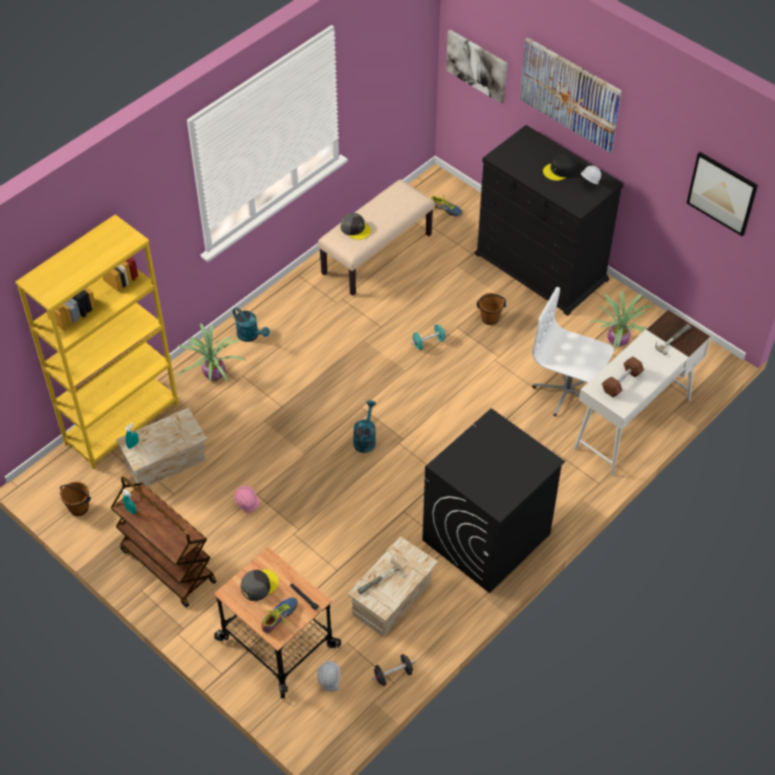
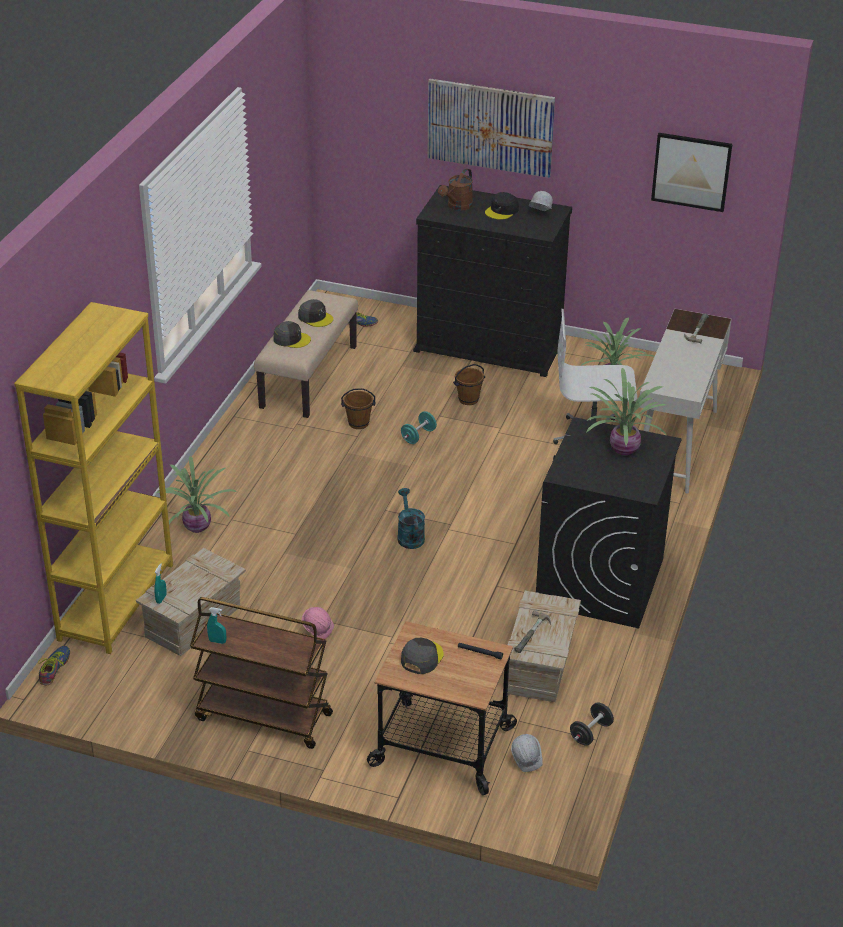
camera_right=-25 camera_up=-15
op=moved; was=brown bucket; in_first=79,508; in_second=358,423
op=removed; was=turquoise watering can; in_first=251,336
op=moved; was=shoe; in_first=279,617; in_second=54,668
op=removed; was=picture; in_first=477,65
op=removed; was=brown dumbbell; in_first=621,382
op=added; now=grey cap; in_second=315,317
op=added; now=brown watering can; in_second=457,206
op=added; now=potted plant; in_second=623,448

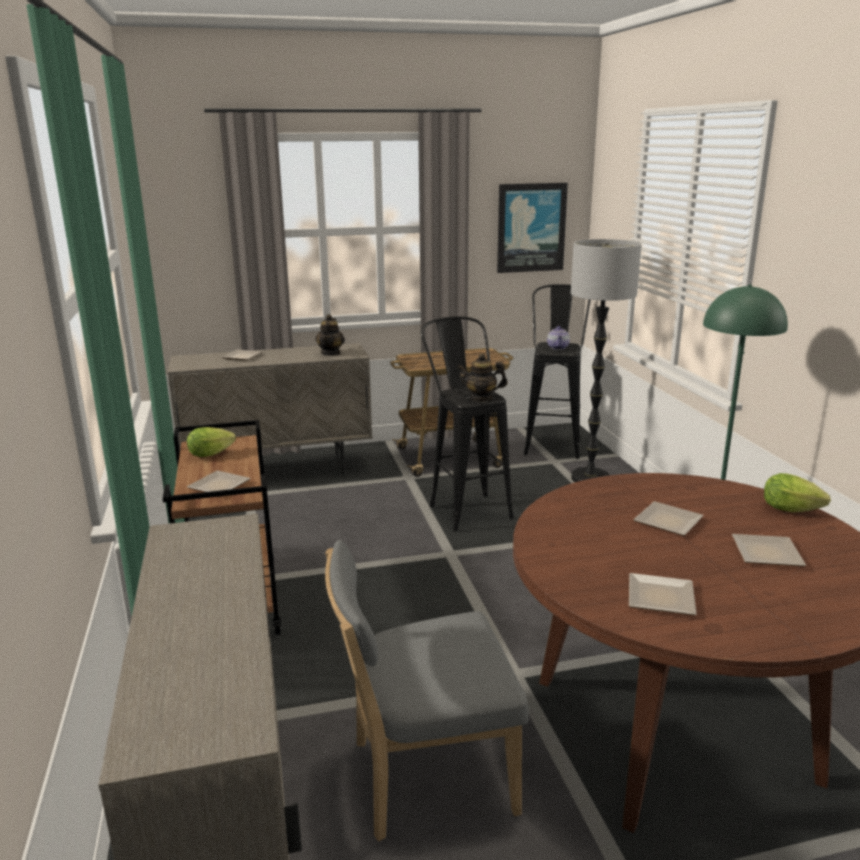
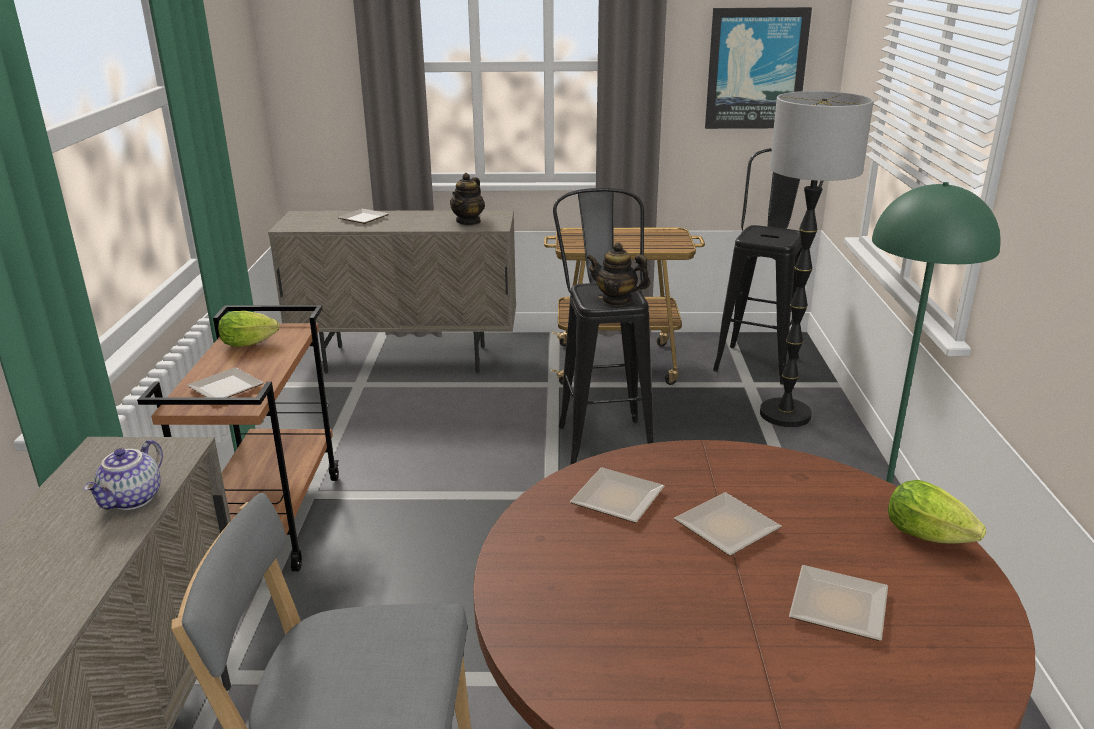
camera_right=15 camera_up=5
op=moved; was=teapot; in_first=558,348; in_second=133,499
op=moved; was=plate; in_first=663,597; in_second=621,498

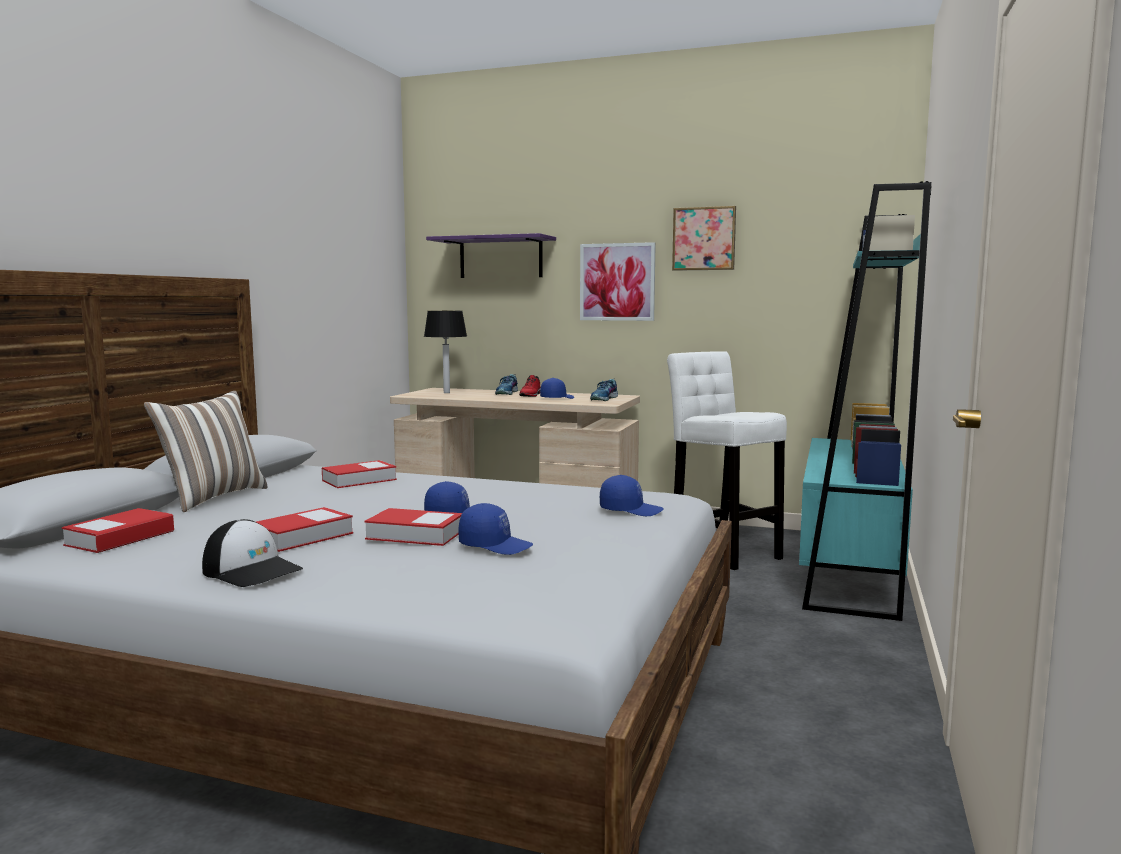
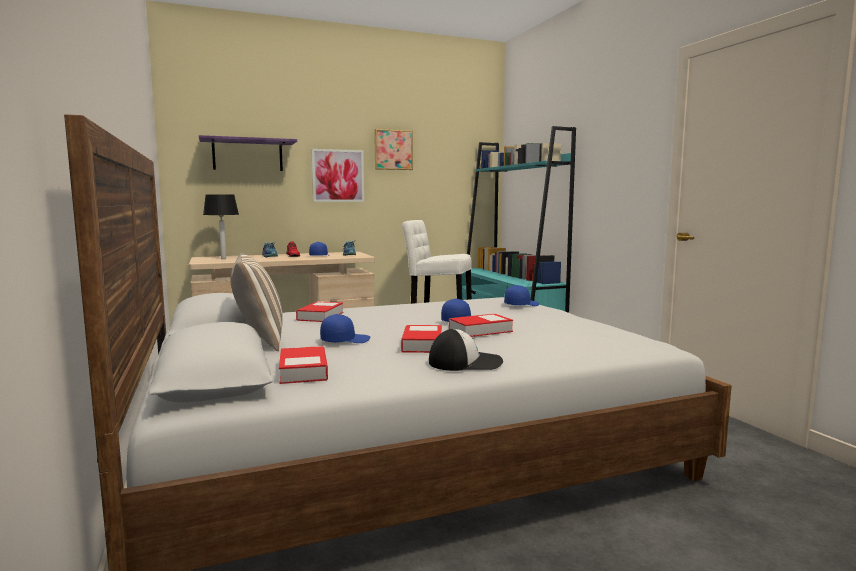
camera_right=-40 camera_up=0
op=moved; was=blue cap; in_first=495,545; in_second=345,340

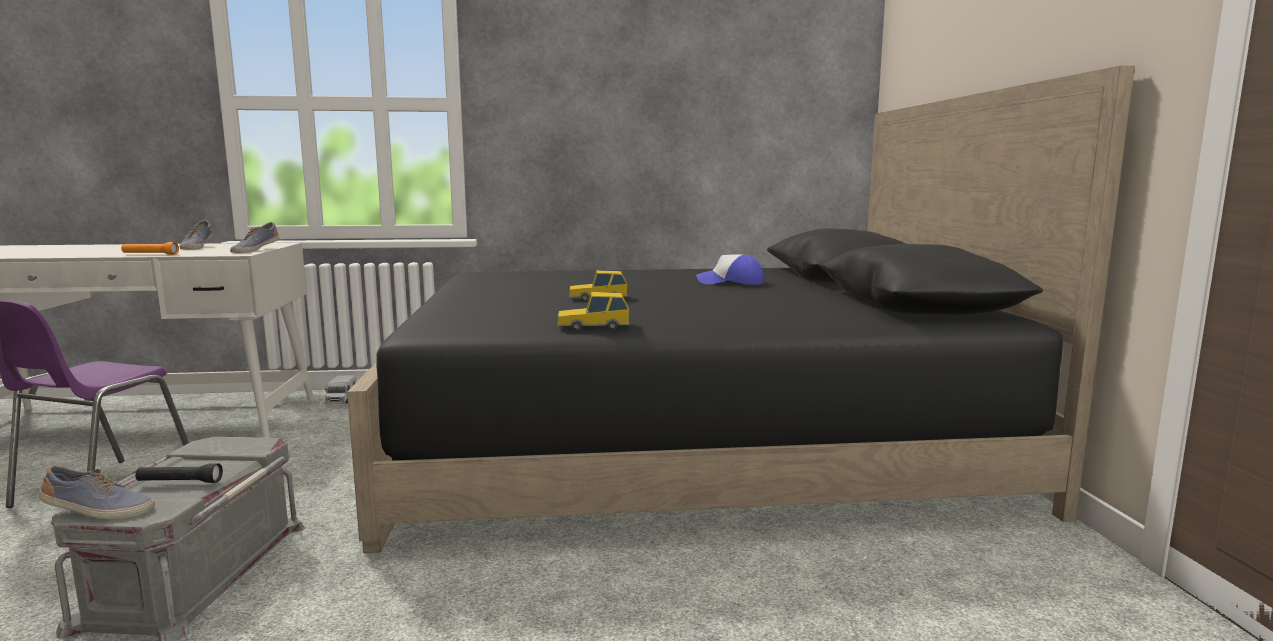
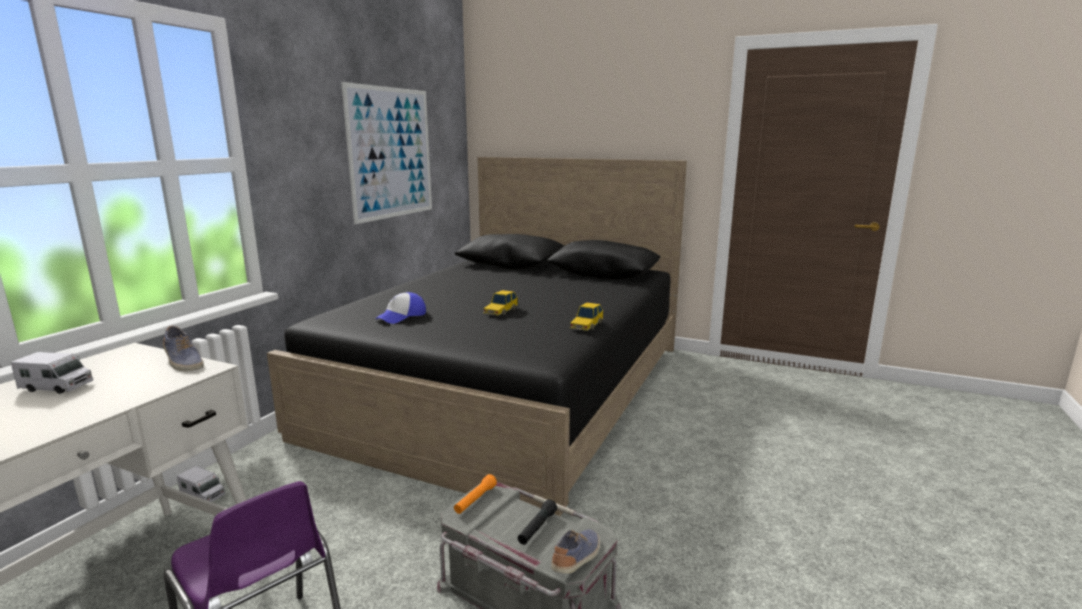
camera_right=-60 camera_up=5
op=moved; was=orange flashlight; in_first=150,254; in_second=475,500
op=replaced; was=shoe; now=toy truck; in_first=197,247; in_second=57,387
op=moved; was=cap; in_first=730,282; in_second=402,316
op=added; now=picture; in_second=391,153

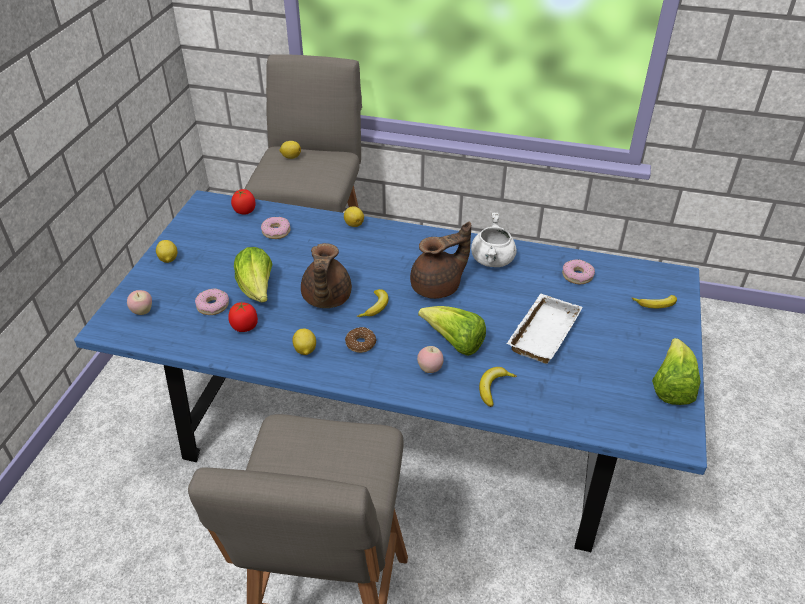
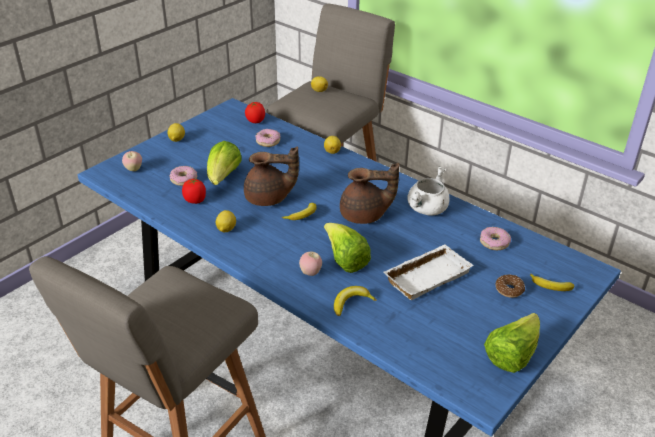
camera_right=25 camera_up=-5
op=turned; was=brown teapot; in_first=325,299; in_second=269,198; clockwise=-120
op=moved; was=donut; in_first=360,343; in_second=509,289

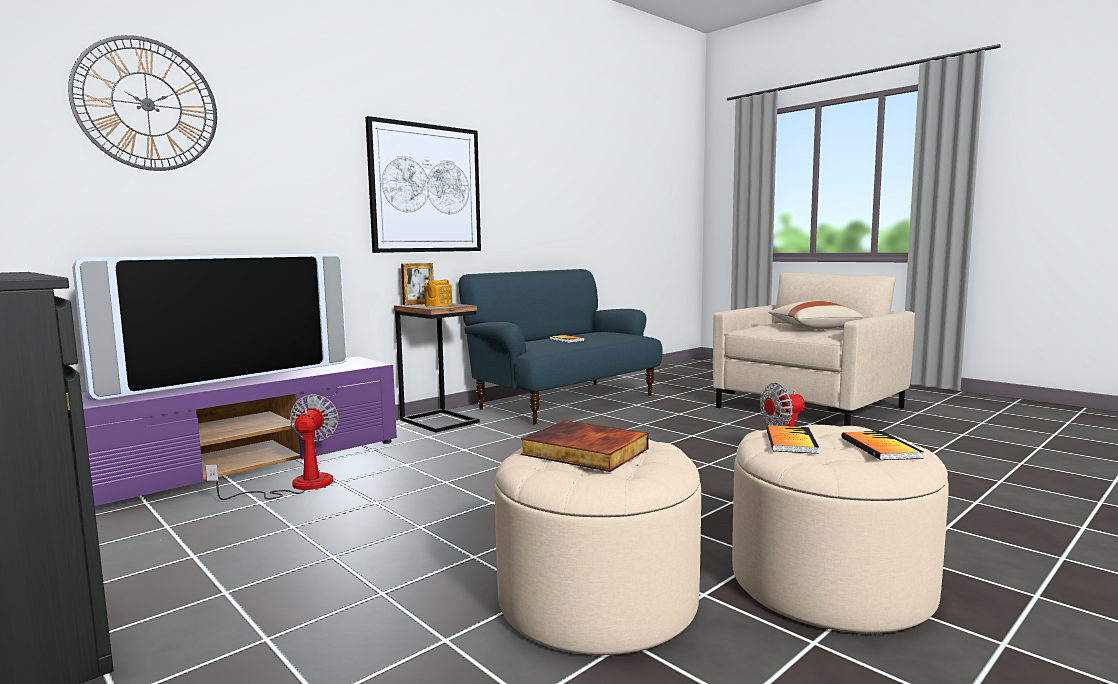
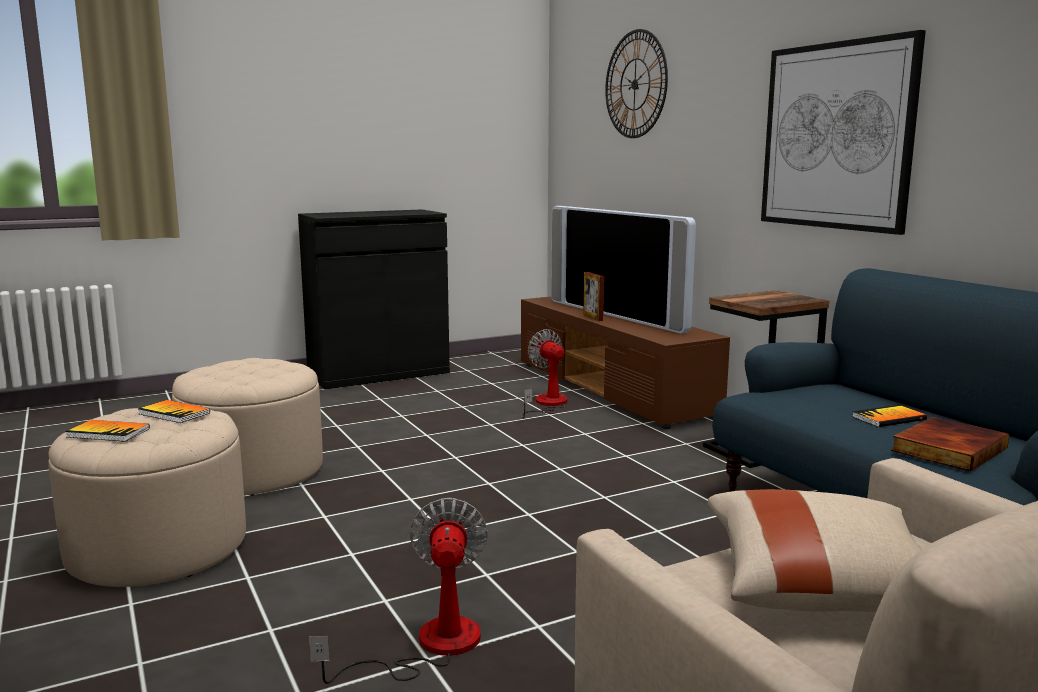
camera_right=105 camera_up=5
op=recoloured; was=purple tv stand; now=brown tv stand; in_first=242,465; in_second=613,389
op=turned; was=fan; in_first=297,486; in_second=547,404; clockwise=-135
op=moved; was=picture frame; in_first=418,304; in_second=593,317
op=removed; was=teapot; in_first=437,305
op=moved; was=book; in_first=583,452; in_second=947,449

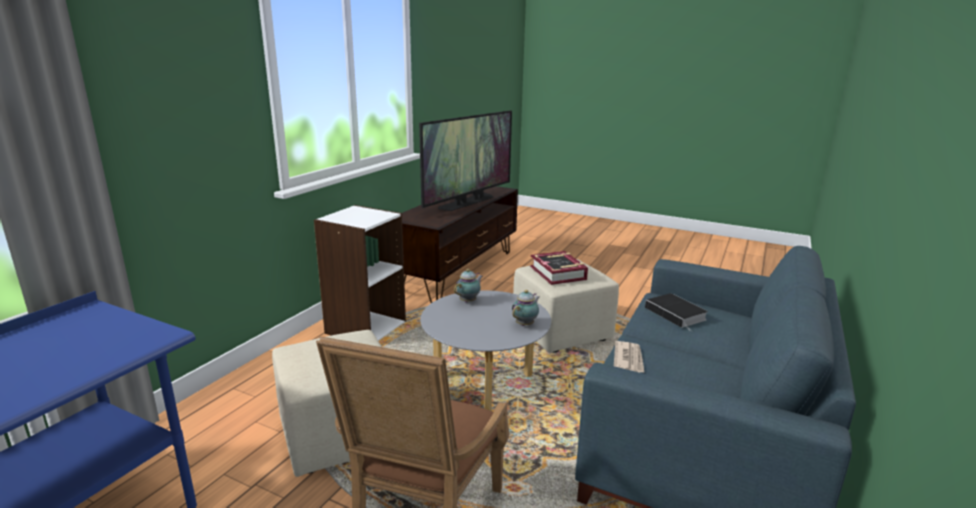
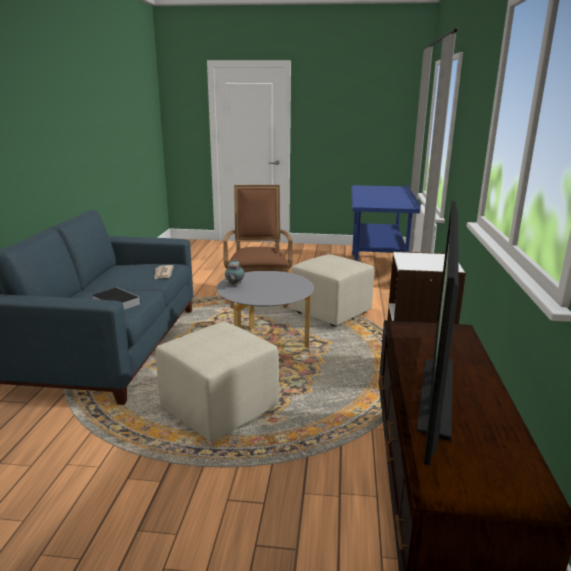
camera_right=160 camera_up=0
op=removed; was=teapot; in_first=469,301
op=removed; was=book; in_first=558,273

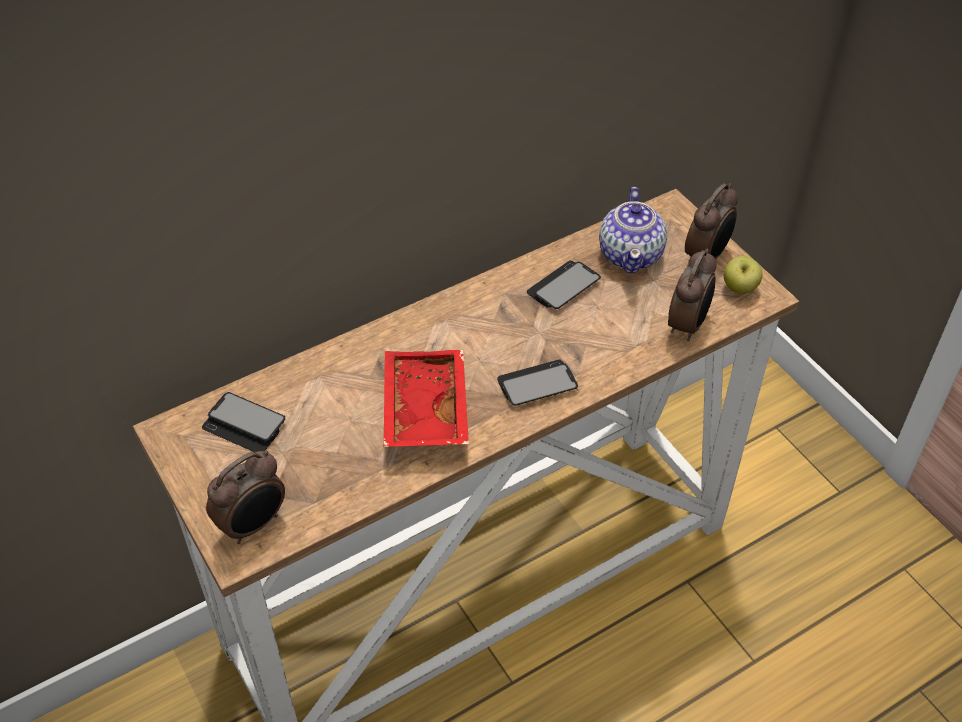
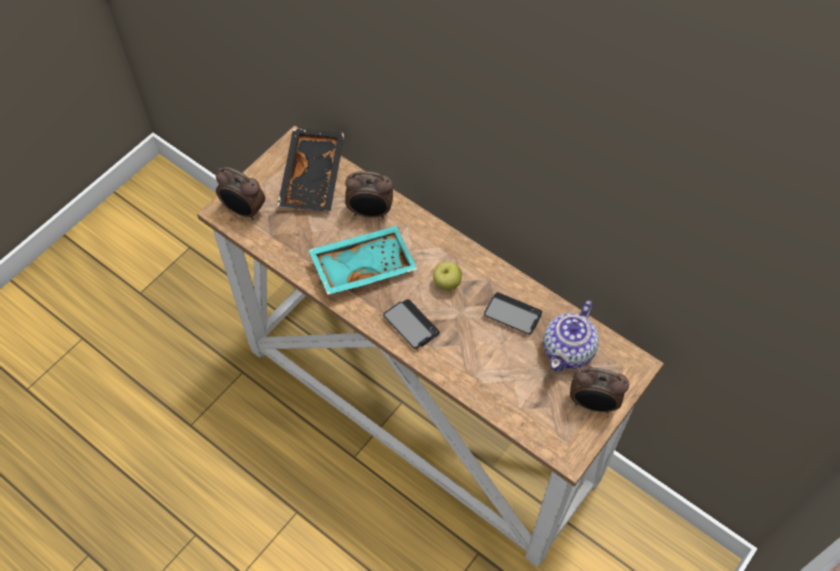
camera_right=70 camera_up=10
op=replaced; was=phone; now=black tray; in_first=244,424; in_second=314,177
op=recoloured; was=red tray; now=turquoise tray; in_first=422,409; in_second=363,265
op=turned; was=teapot; in_first=631,254; in_second=569,350; clockwise=-45
op=moved; was=alarm clock; in_first=688,324; in_second=370,213
op=moved; was=apple; in_first=739,288; in_second=447,283

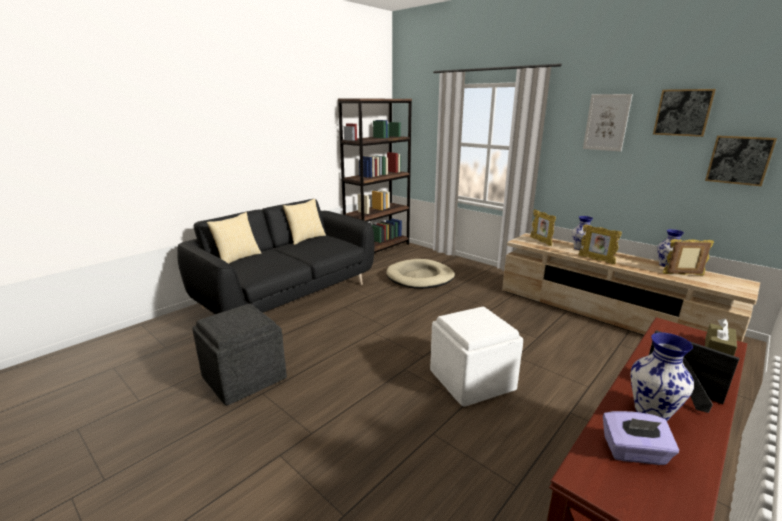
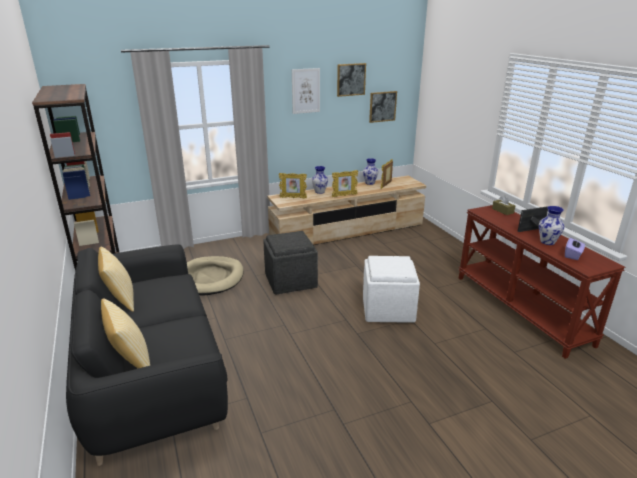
camera_right=-65 camera_up=5
op=moved; was=grey ottoman; in_first=245,377; in_second=291,280

